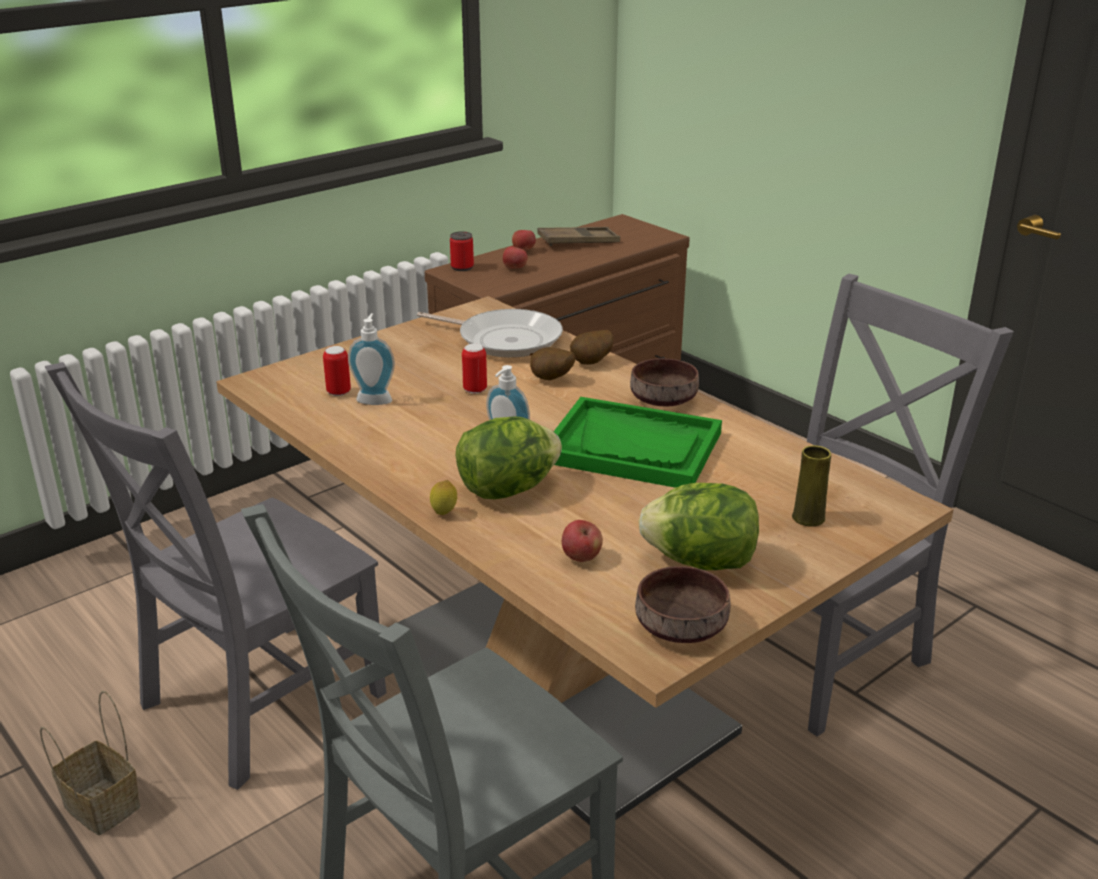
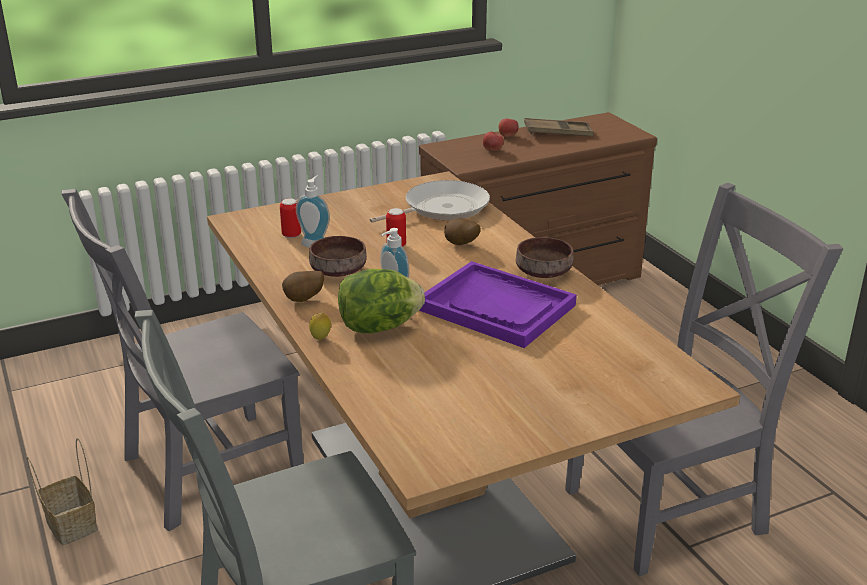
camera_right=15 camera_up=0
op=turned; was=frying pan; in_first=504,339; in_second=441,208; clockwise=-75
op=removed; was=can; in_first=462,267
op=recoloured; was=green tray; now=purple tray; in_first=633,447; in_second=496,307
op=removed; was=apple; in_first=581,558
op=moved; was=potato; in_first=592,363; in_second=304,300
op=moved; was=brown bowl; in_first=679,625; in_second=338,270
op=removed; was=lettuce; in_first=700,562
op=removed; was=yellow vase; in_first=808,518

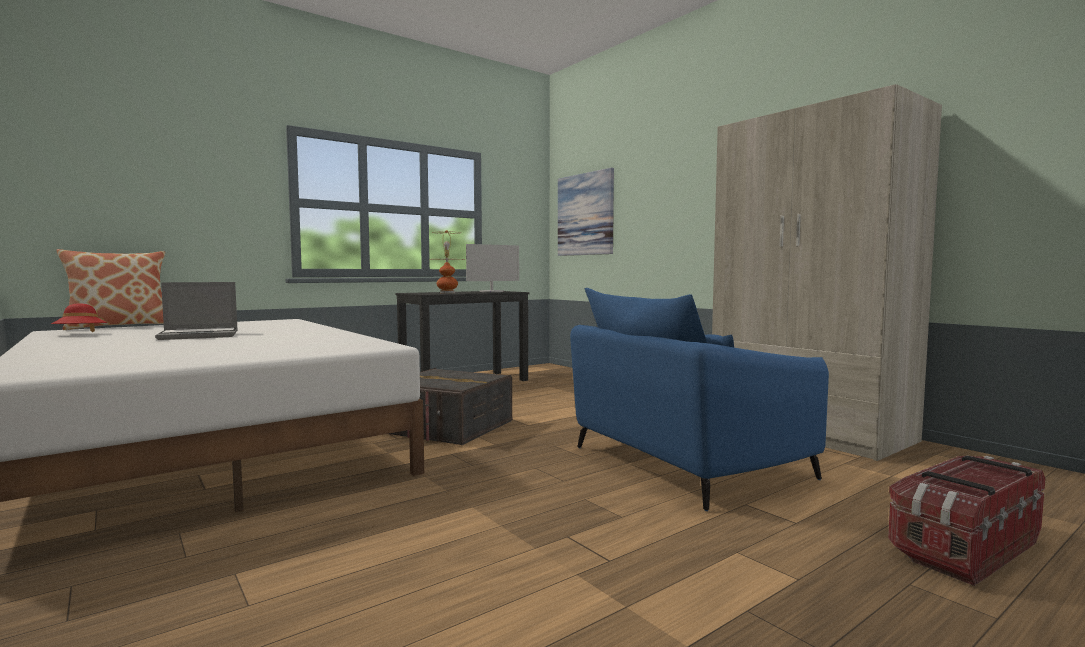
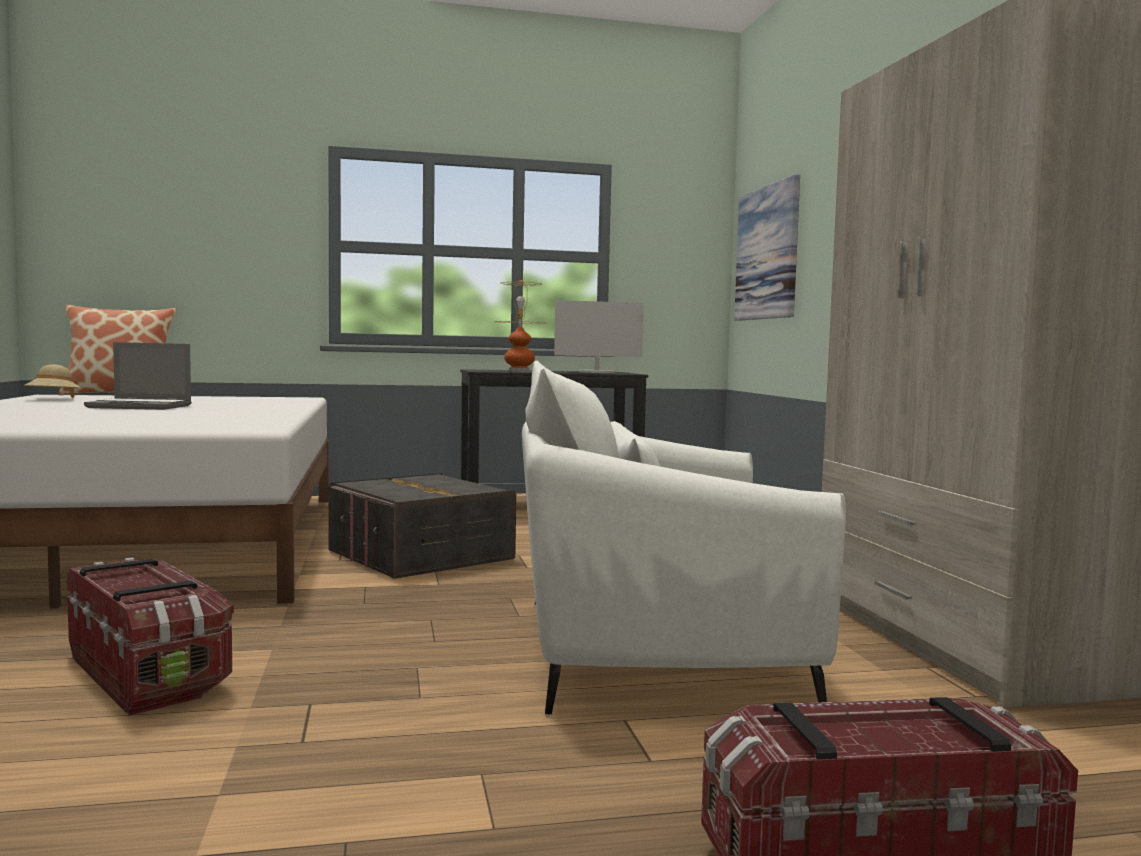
camera_right=25 camera_up=0
op=recoloured; was=red hat; now=beige hat; in_first=80,334; in_second=53,399
op=recoloured; was=blue armchair; now=white armchair; in_first=685,462; in_second=650,649
op=added; now=storage box; in_second=147,674

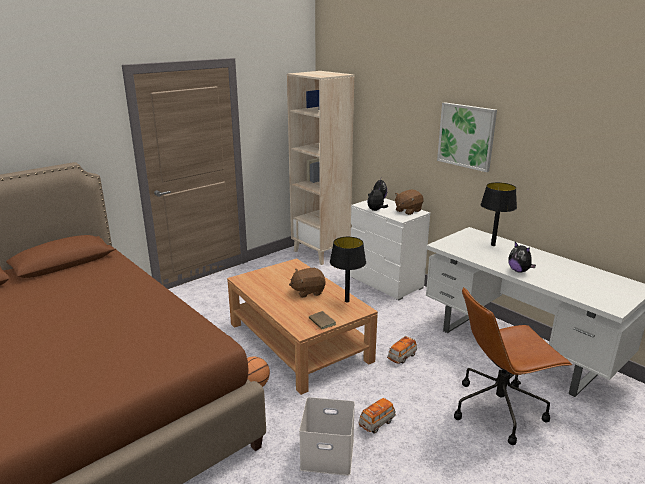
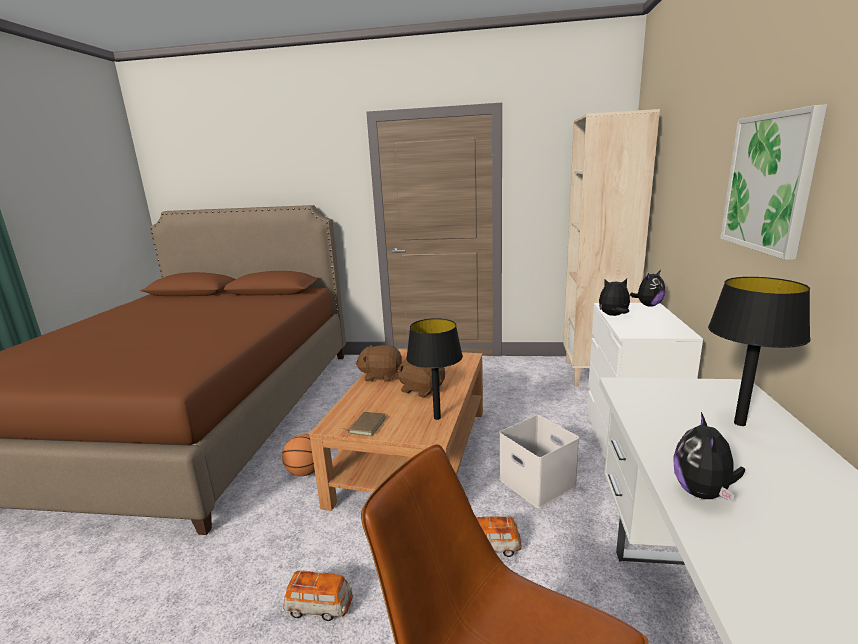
camera_right=50 camera_up=-5
op=moved; was=white storage box; in_first=326,455; in_second=535,482
op=moved; was=brown plush toy; in_first=408,211; in_second=381,376

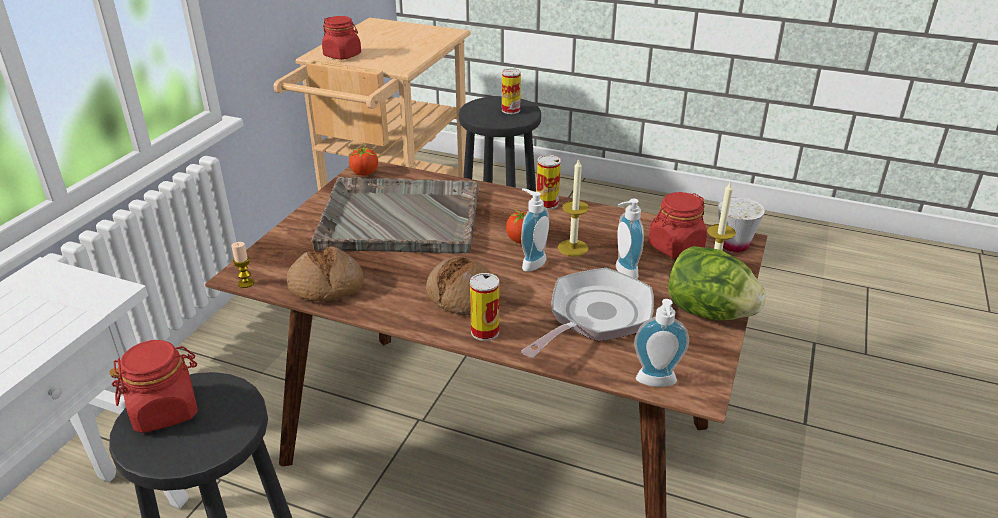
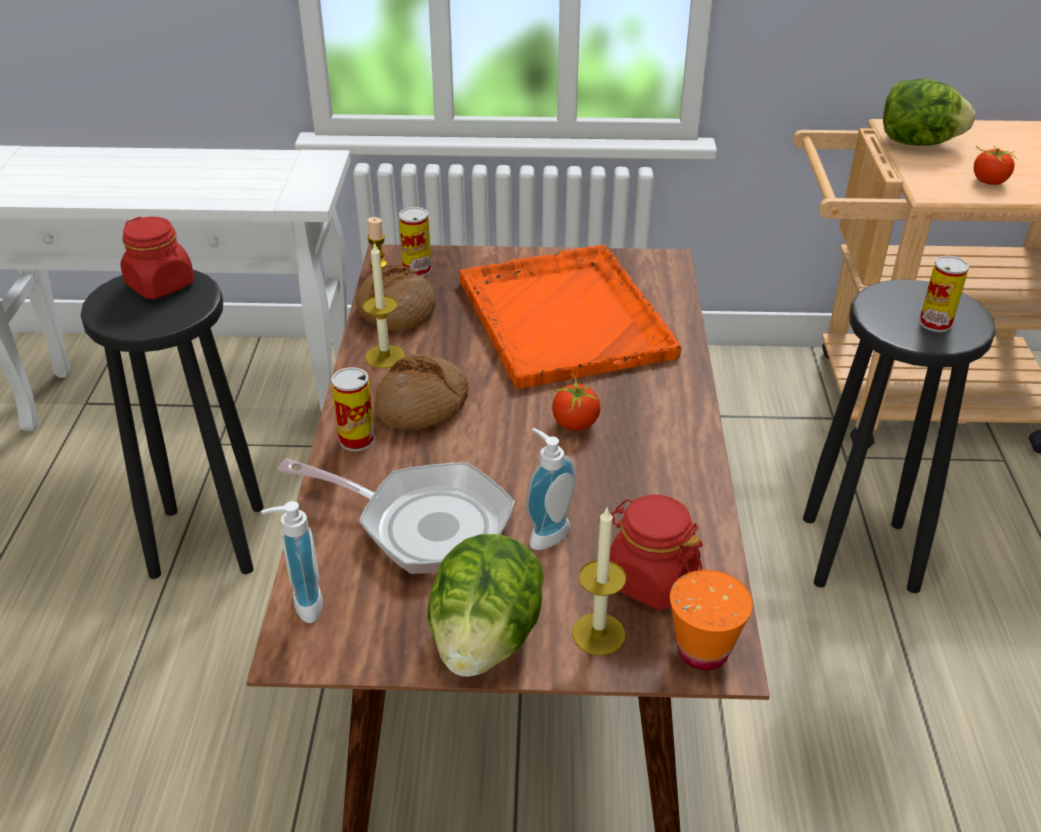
camera_right=70 camera_up=5
op=recoloured; was=grey tray; now=orange tray; in_first=398,218; in_second=563,317
op=replaced; was=red jar; now=lettuce; in_first=342,55; in_second=918,142
op=moved; was=tomato; in_first=364,173; in_second=988,182
op=removed; was=soap dispenser; in_first=531,262
op=moved; was=can; in_first=547,203; in_second=417,269
op=moved; was=candle; in_first=573,248; in_second=385,356
op=recoloured; was=white cup; now=orange cup; in_first=734,245; in_second=702,651

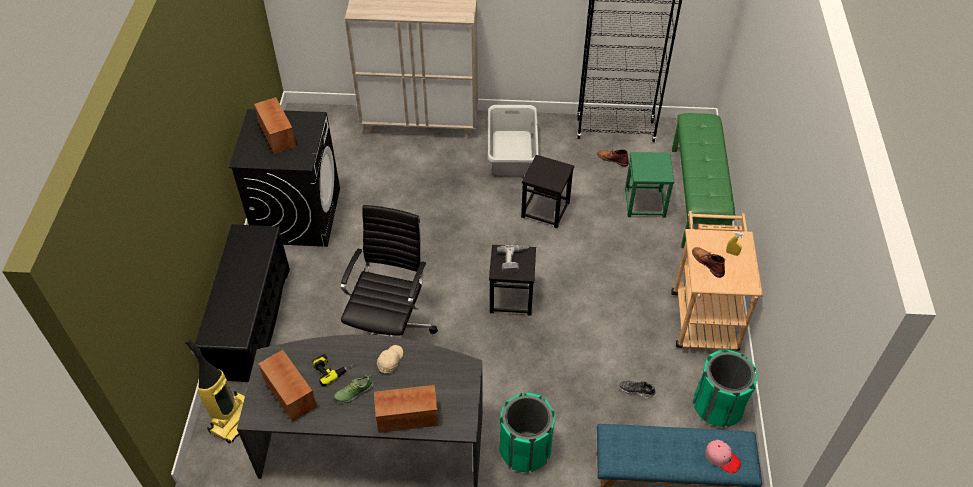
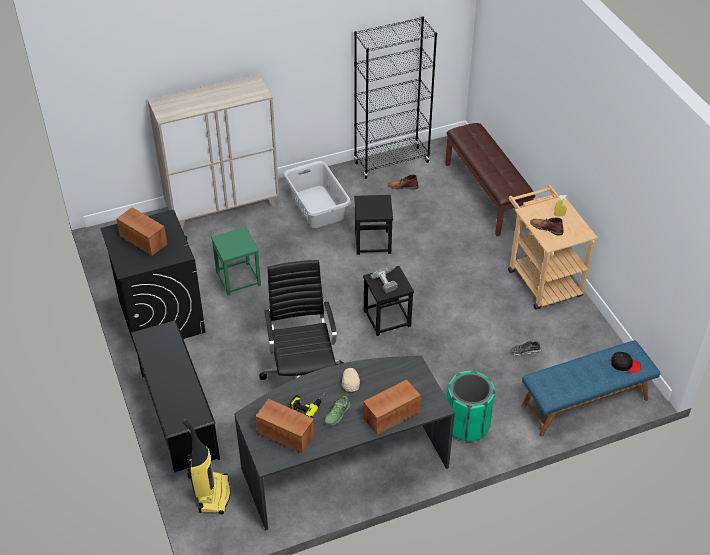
camera_right=-25 camera_up=-5
op=moved; was=green stool; in_first=645,203; in_second=238,278
op=recoloured; was=green bench; now=brown bench; in_first=697,197; in_second=486,194
op=removed; was=green trash can; in_first=718,405
op=recoloured; was=pink cap; now=black cap; in_first=722,458; in_second=625,365

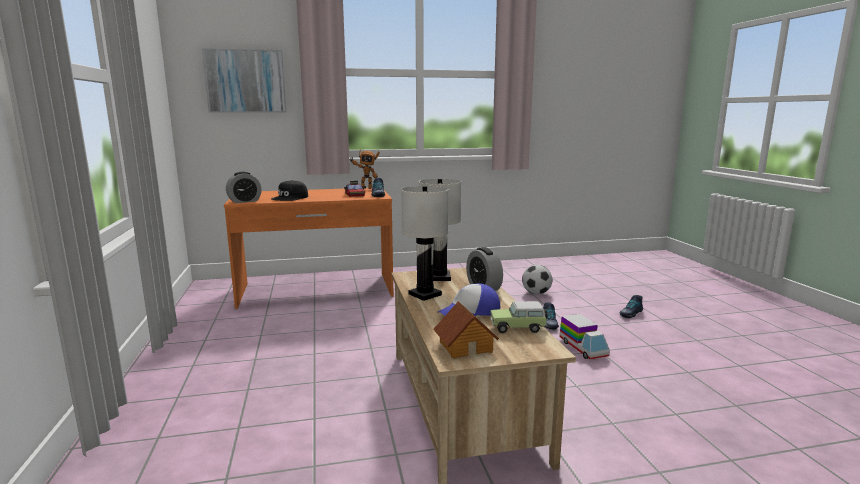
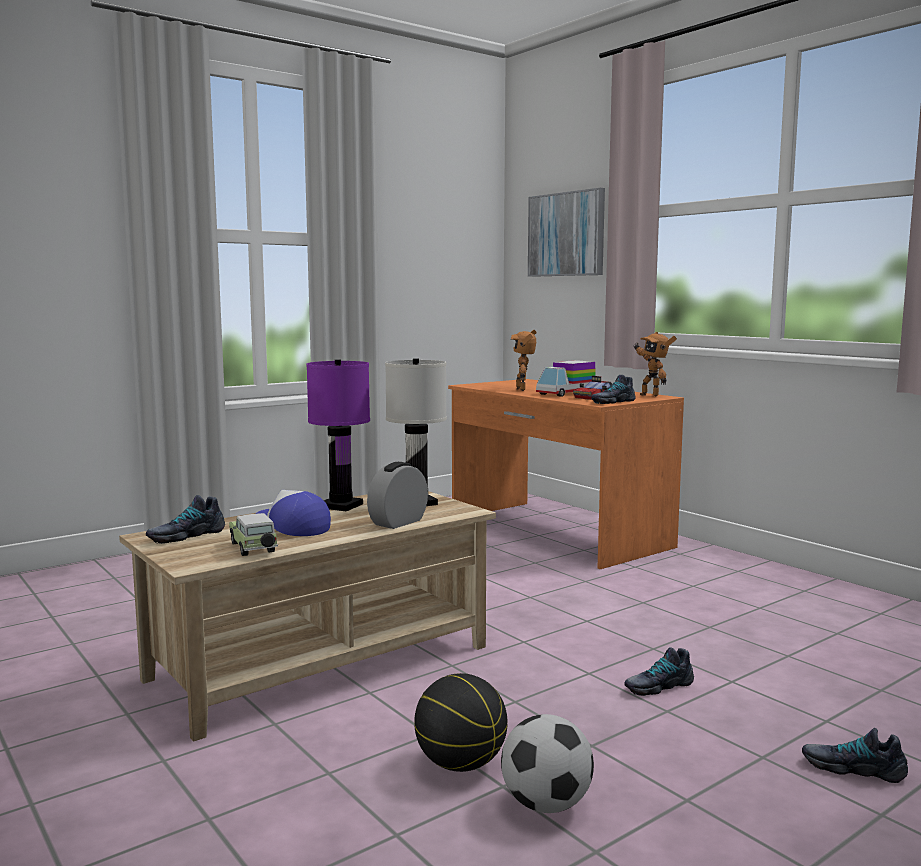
camera_right=65 camera_up=-5
op=removed; was=alarm clock; in_first=244,201
op=replaced; was=black cap; now=toy robot; in_first=290,198; in_second=523,389
op=recoloured; was=white table lamp; now=purple table lamp; in_first=425,295; in_second=340,506
op=replaced; was=toy house; now=shoe; in_first=465,346; in_second=186,535
op=moved; was=football; in_first=536,293; in_second=546,805
op=moved; was=toy truck; in_first=583,348; in_second=566,393
op=added; now=basketball; in_second=460,764

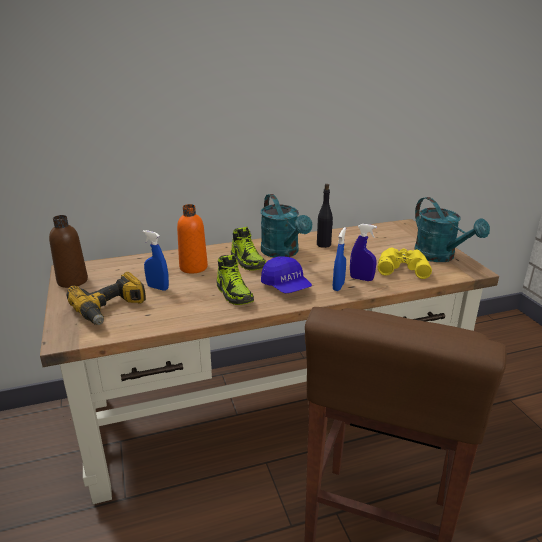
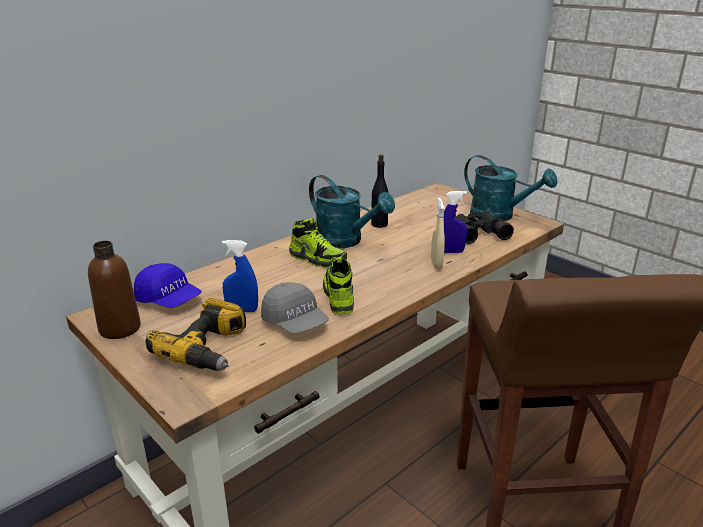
camera_right=-25 camera_up=0
op=removed; was=orange bottle; in_first=193,267
op=turned; was=shoe; in_first=234,294; in_second=338,296; clockwise=-135
op=moved; was=blue cap; in_first=286,287; in_second=169,300
op=recoloured; was=blue spray bottle; now=beige spray bottle; in_first=338,286; in_second=436,264
op=recoloured; was=yellow binoculars; now=black binoculars; in_first=402,267; in_second=476,232
op=added; now=grey cap; in_second=295,322

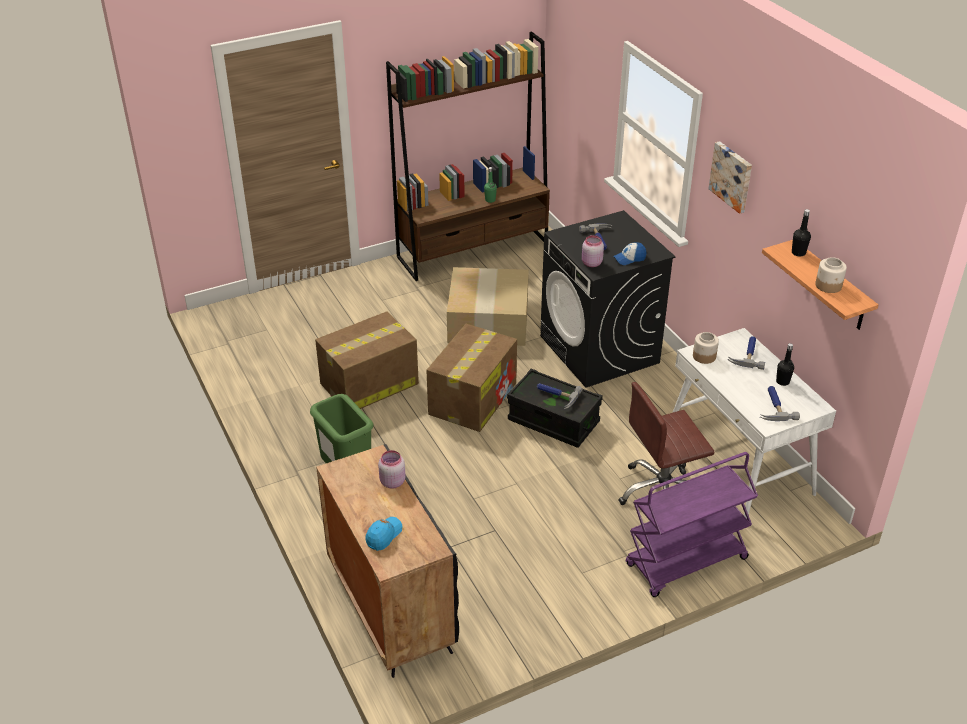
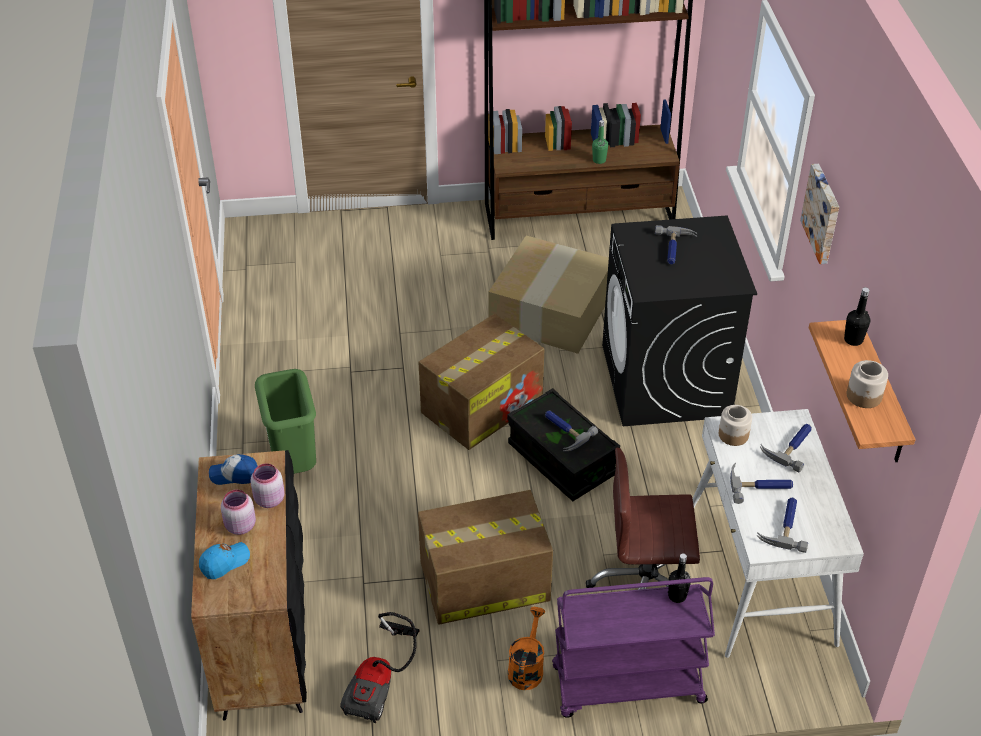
camera_right=20 camera_up=5
op=moved; was=cardboard box; in_first=368,384; in_second=483,582
op=moved; was=pink jar; in_first=591,263; in_second=239,526
op=moved; was=cap; in_first=629,258; in_second=234,475
op=moved; was=black bottle; in_first=782,381; in_second=677,596
op=added; now=vacuum cleaner; in_second=381,683
op=added; now=orange watering can; in_second=527,667
op=added; now=hammer; in_second=760,485

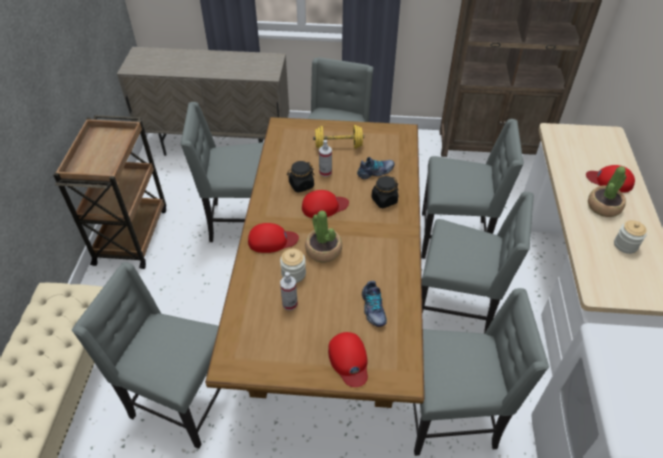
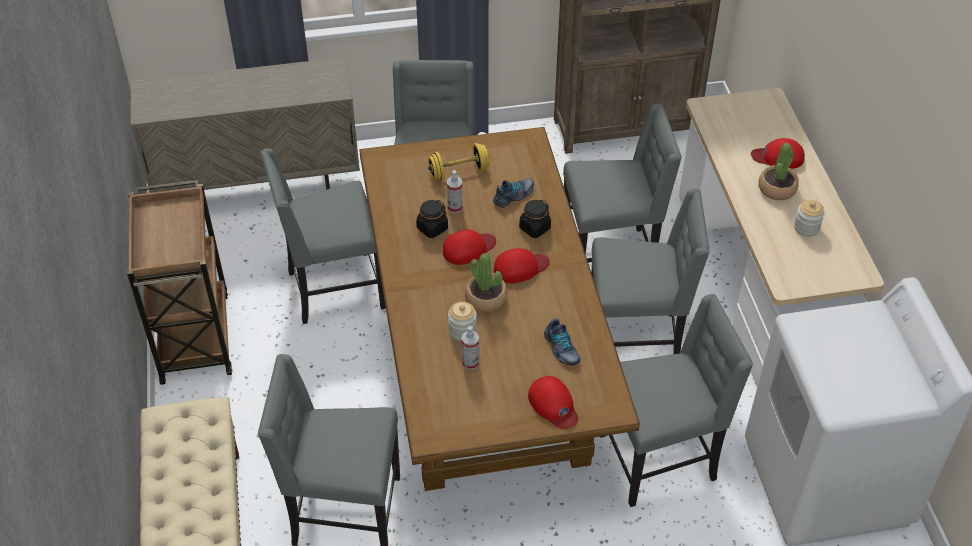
camera_right=-15 camera_up=0
op=moved; was=red cap; in_first=272,240; in_second=520,268

